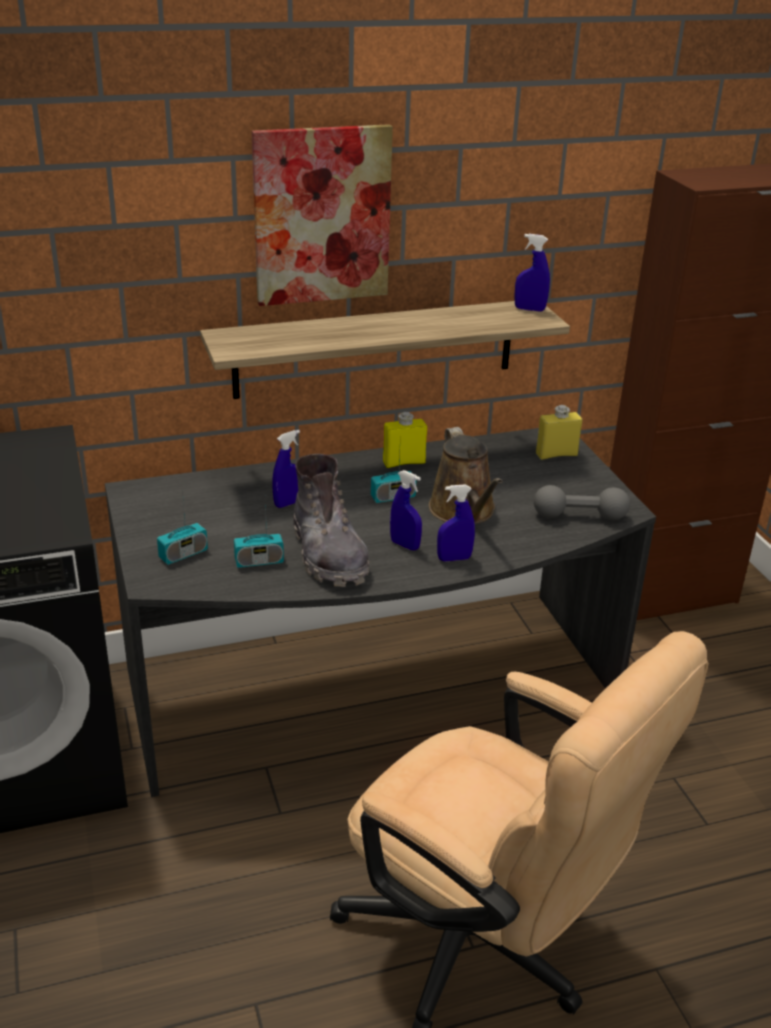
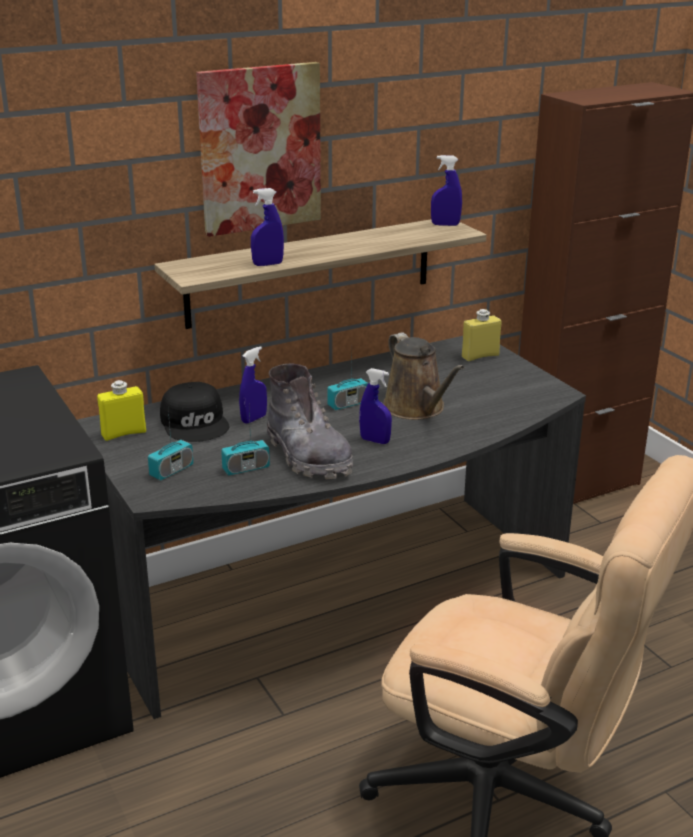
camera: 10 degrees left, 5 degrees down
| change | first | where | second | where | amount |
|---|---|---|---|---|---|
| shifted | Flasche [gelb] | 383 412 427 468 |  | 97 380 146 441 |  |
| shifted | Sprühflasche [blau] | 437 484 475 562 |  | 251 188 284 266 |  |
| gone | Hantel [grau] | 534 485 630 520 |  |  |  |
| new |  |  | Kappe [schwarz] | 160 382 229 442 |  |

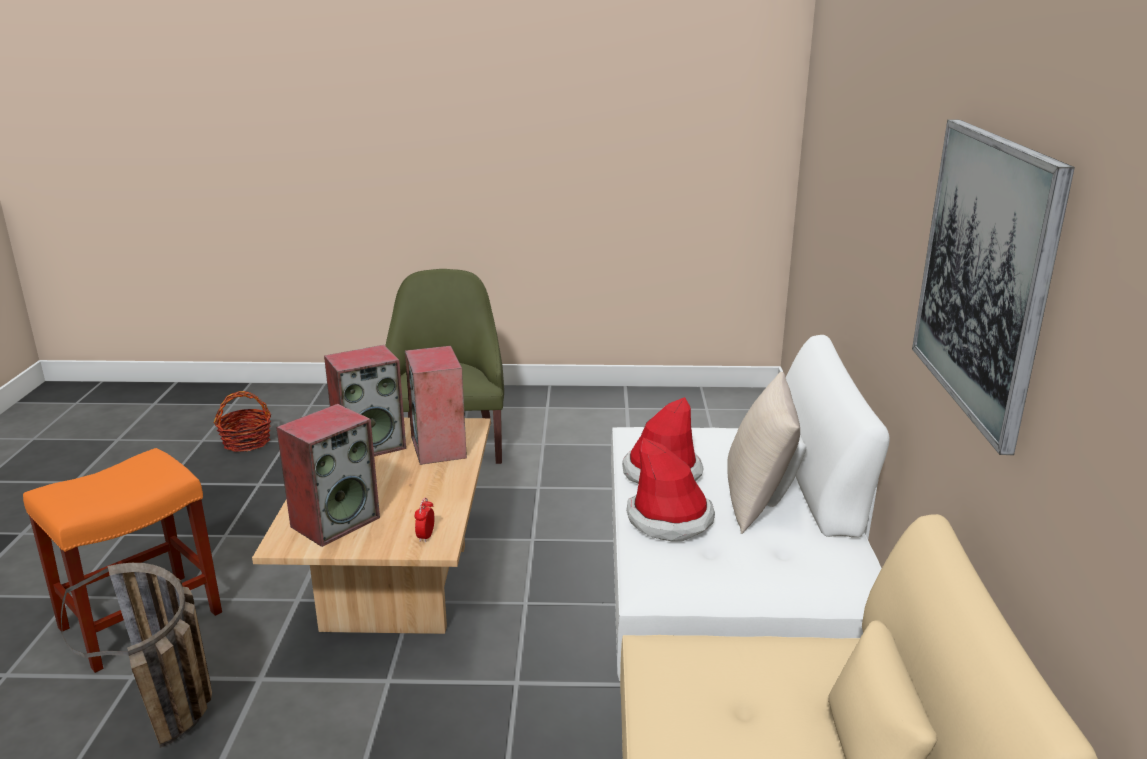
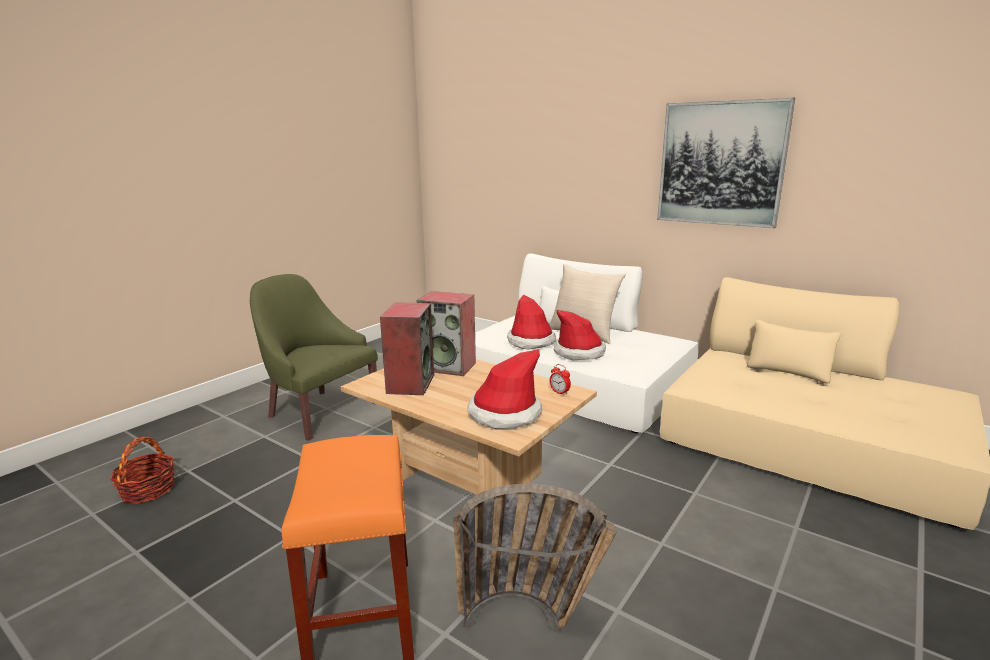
camera: 55 degrees left, 5 degrees down
| change | first | where | second | where | amount |
|---|---|---|---|---|---|
| swapped | Lautsprecher | 276 404 380 547 | Hut | 467 349 542 430 |  |

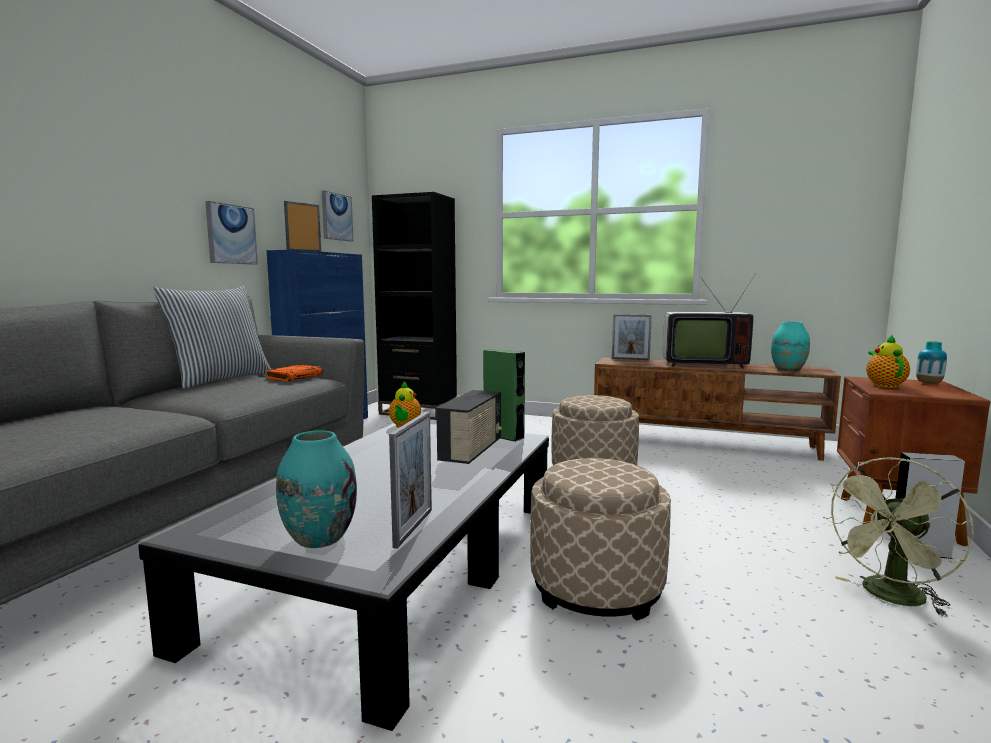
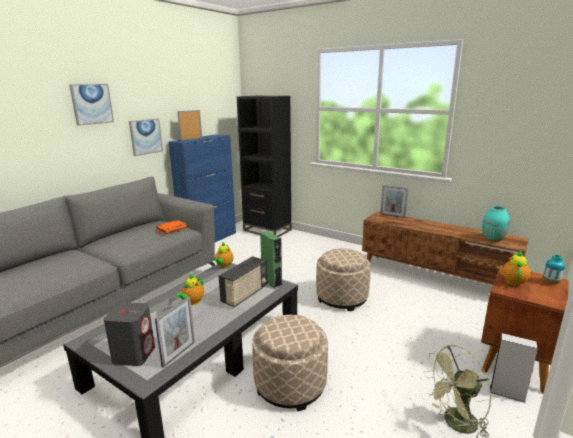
camera: 15 degrees right, 10 degrees up
| change | first | where | second | where | amount |
|---|---|---|---|---|---|
| shifted | Bild | 322 191 353 242 |  | 69 84 114 126 |  |
| gone | Fernseher | 663 273 756 368 |  |  |  |
| gone | Kissen | 152 286 271 389 |  |  |  |
| swapped | Vase [türkis] | 276 430 357 548 | Lautsprecher [grau] | 104 302 155 366 |  |
| new |  |  | Teekanne | 175 274 204 305 |  |

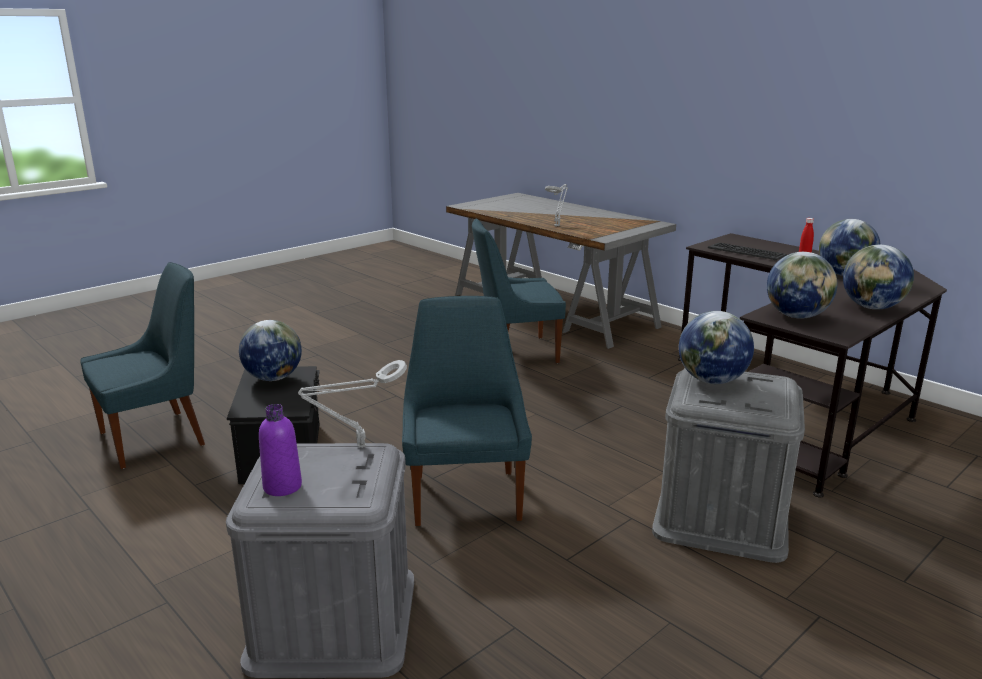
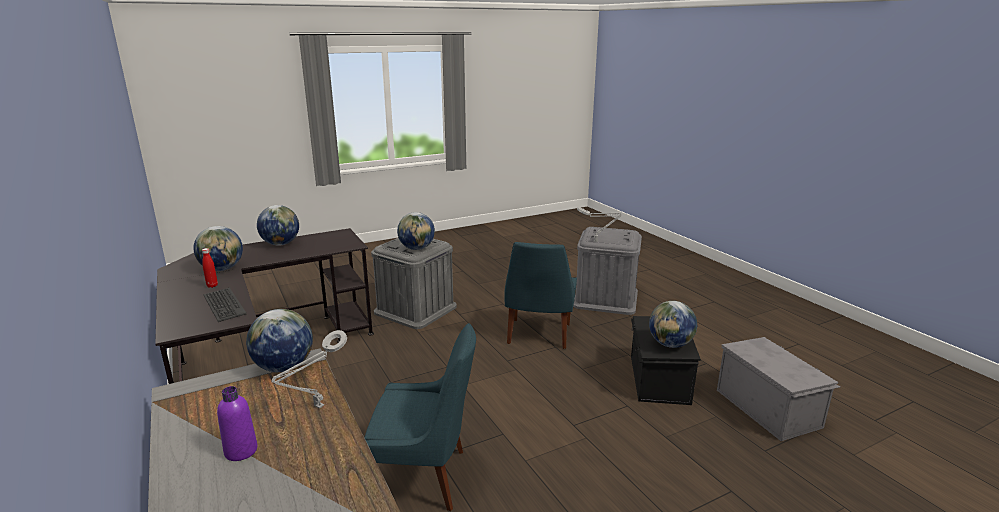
camera: 165 degrees left, 0 degrees up
| change | first | where | second | where | amount |
|---|---|---|---|---|---|
| shifted | Globus | 767 252 837 319 |  | 246 309 313 372 |  |
| swapped | Stuhl [blau] | 80 262 205 469 | Aufbewahrungsbox [grau] | 717 337 840 441 |  |
| shifted | Flasche [lila] | 259 404 302 496 |  | 217 386 258 461 |  |

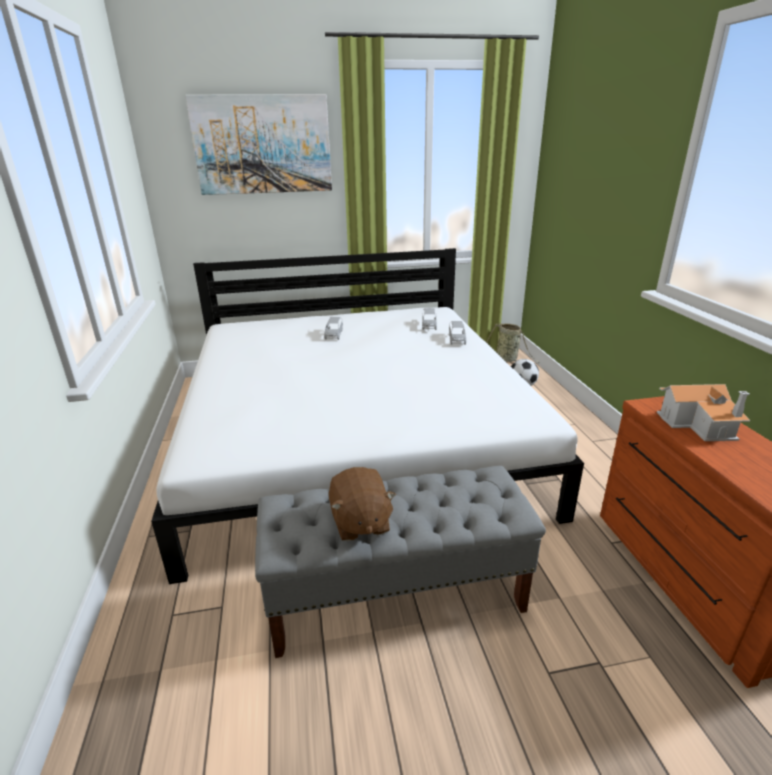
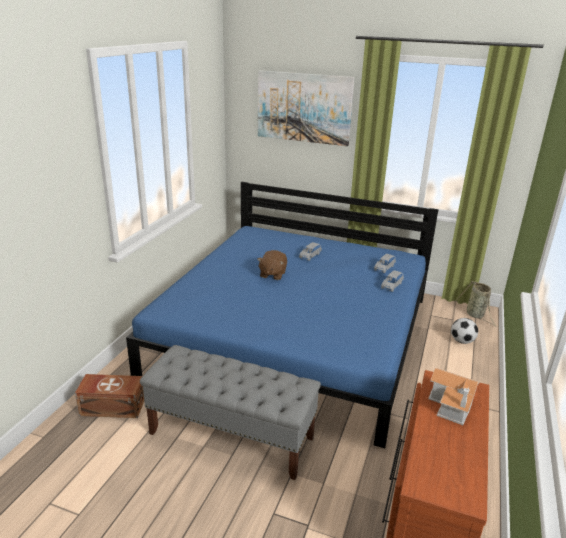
camera: 30 degrees right, 0 degrees up
| change | first | where | second | where | amount |
|---|---|---|---|---|---|
| repainted | Bett [weiß] | 151 248 584 584 | Bett [blau] | 126 182 439 448 |  |
| shifted | Plüschtier [braun] | 329 467 396 541 |  | 258 250 287 280 |  |
| new |  |  | Aufbewahrungsbox [braun] | 75 374 144 418 |  |

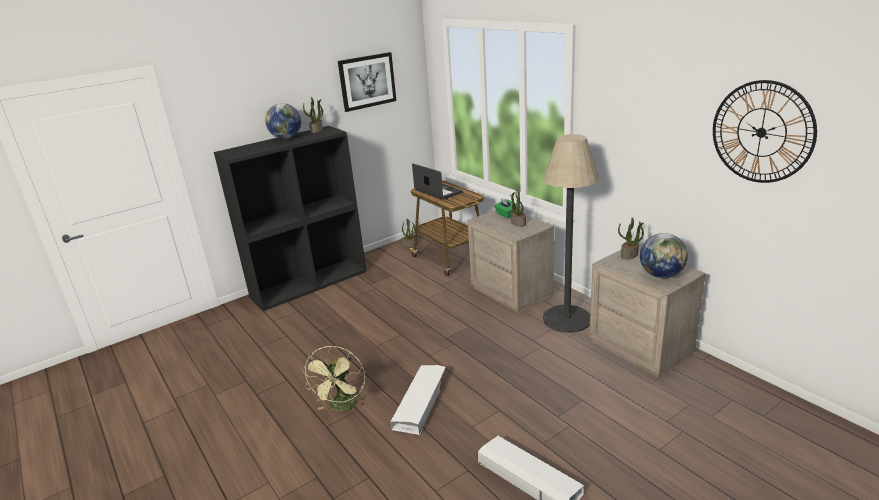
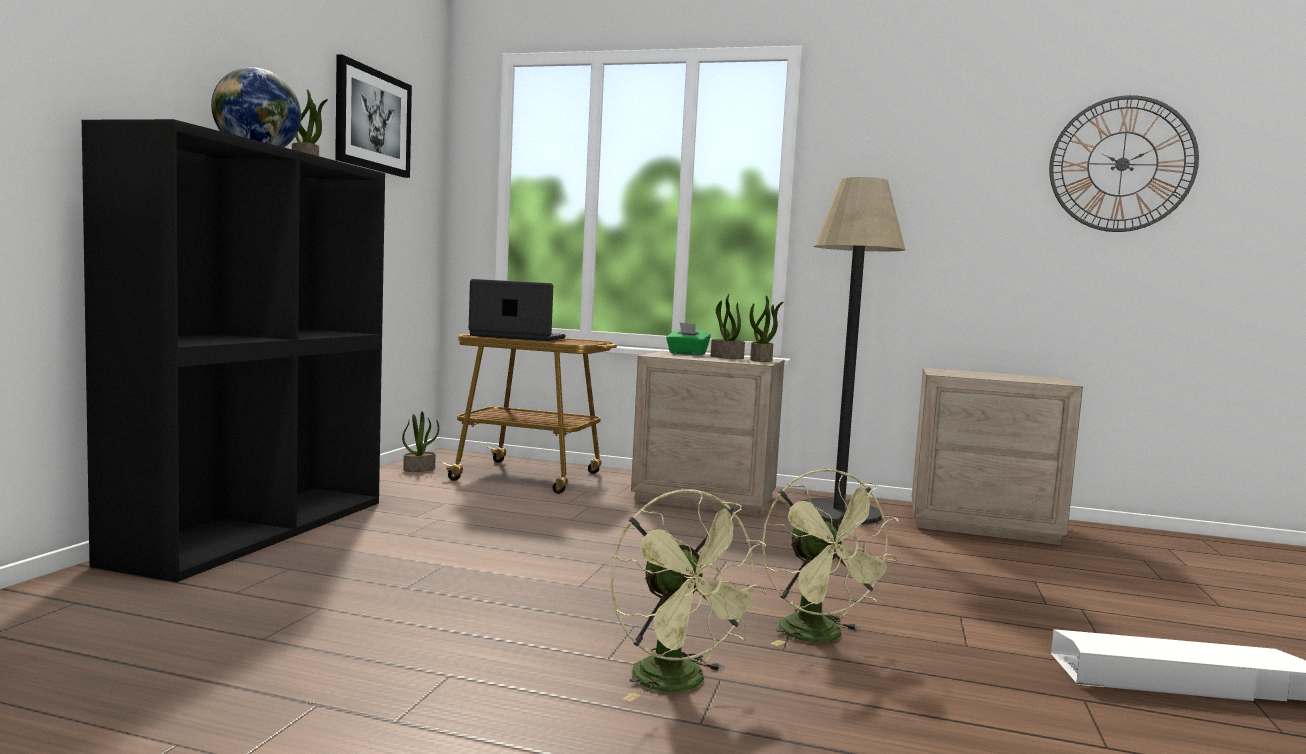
camera: 40 degrees left, 20 degrees down
| change | first | where | second | where | amount |
|---|---|---|---|---|---|
| shifted | Topfpflanze | 618 217 644 259 |  | 750 295 783 362 |  |
| gone | Globus | 640 233 688 278 |  |  |  |
| swapped | Aufbewahrungsbox [weiß] | 391 365 446 435 | Ventilator [grün] | 762 468 899 646 |  |

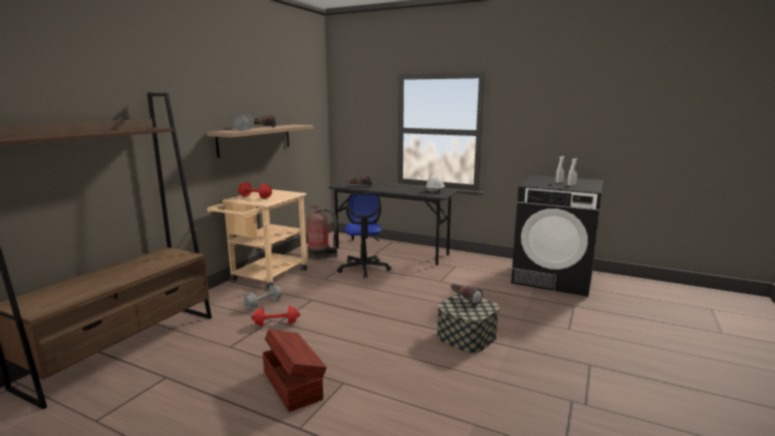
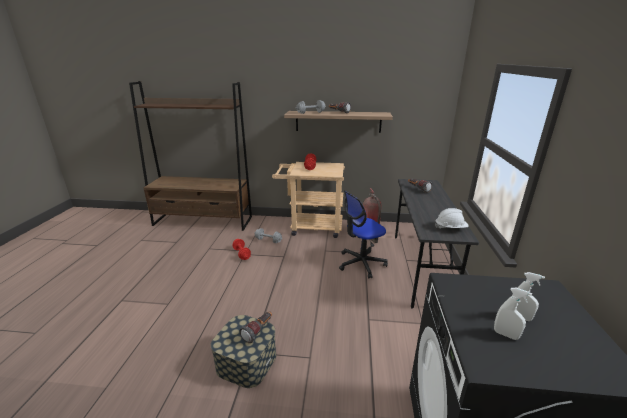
camera: 70 degrees right, 10 degrees up
| change | first | where | second | where | amount |
|---|---|---|---|---|---|
| gone | Aufbewahrungsbox [braun] | 262 329 327 412 |  |  |  |

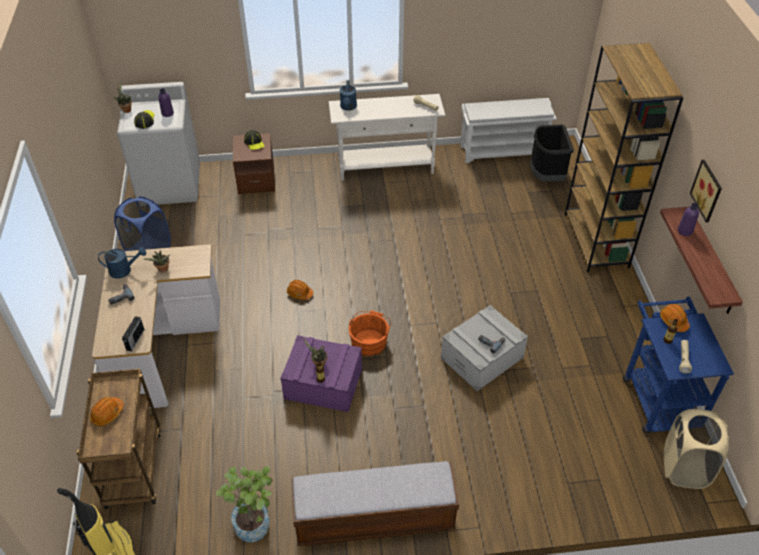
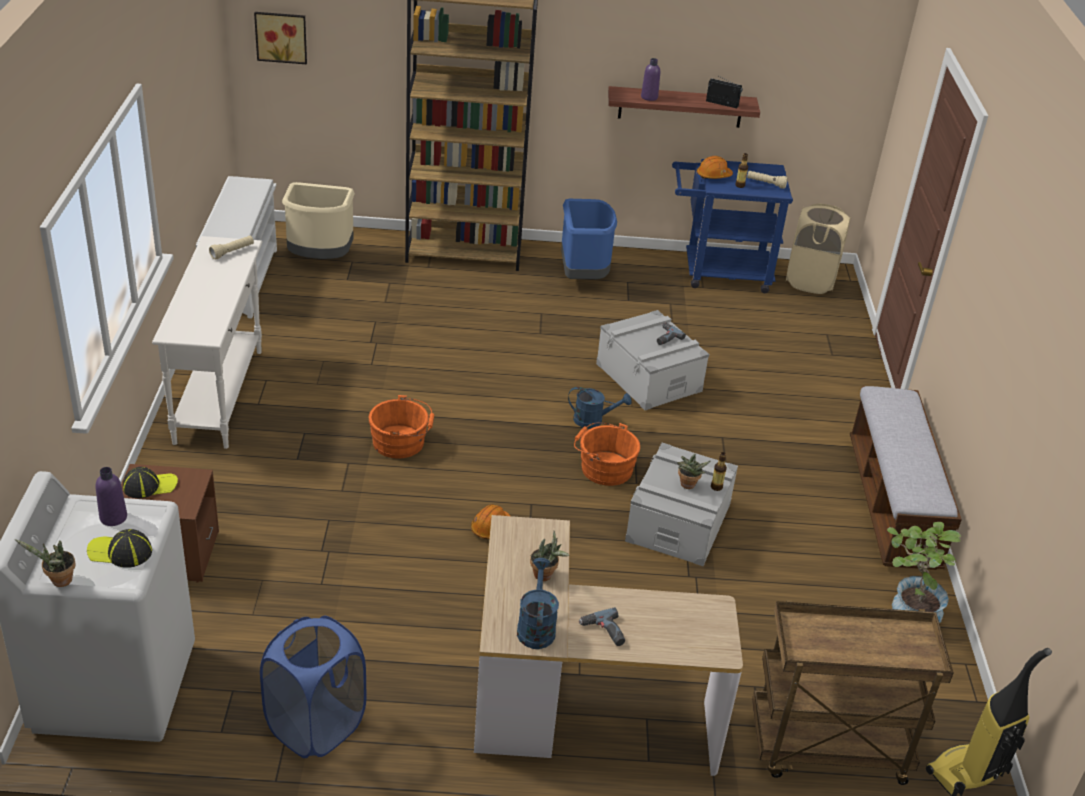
camera: 85 degrees left, 10 degrees down
| change | first | where | second | where | amount |
|---|---|---|---|---|---|
| shifted | Gießkanne [blau] | 340 80 357 111 |  | 568 387 632 428 |  |
| repainted | Mülleimer [schwarz] | 530 125 574 181 | Mülleimer [beige] | 282 182 355 259 |  |
| shifted | Bild | 690 160 722 222 |  | 254 12 307 64 |  |
| shifted | Radio | 122 316 145 351 |  | 706 74 743 108 |  |
| repainted | Aufbewahrungsbox [lila] | 280 335 362 412 | Aufbewahrungsbox [grau] | 625 443 738 566 |  |
| gone | Schutzhelm [orange] | 90 397 124 426 |  |  |  |
| new |  |  | Mülleimer [blau] | 561 199 617 279 |  |
| new |  |  | Eimer [orange] | 368 395 434 459 |  |

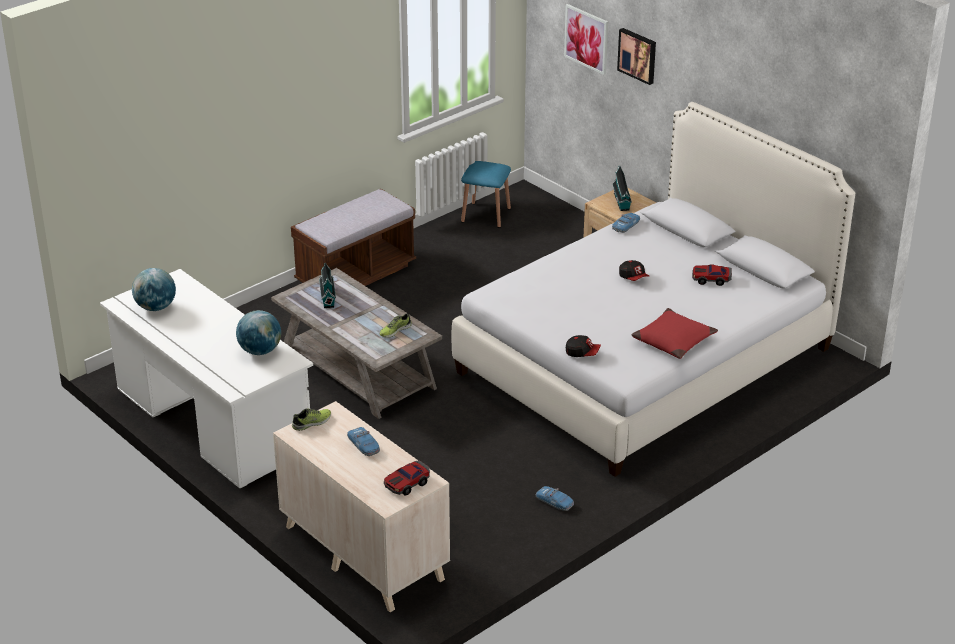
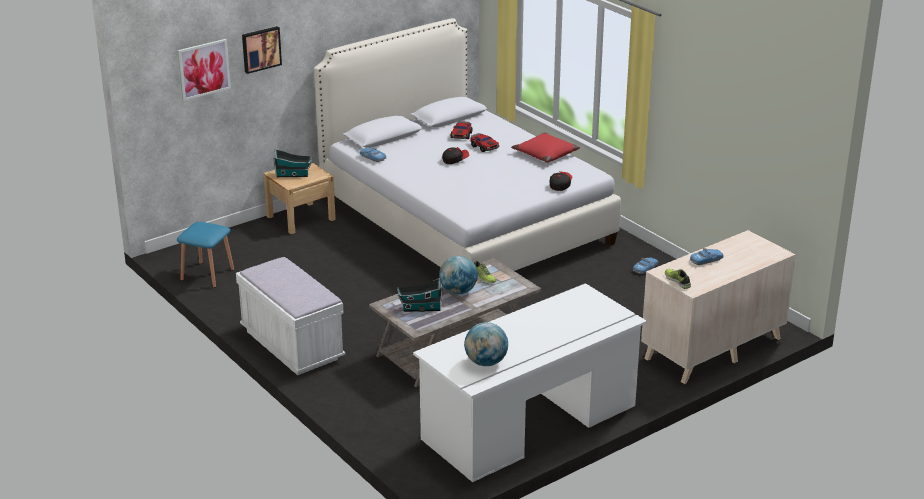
camera: 85 degrees left, 5 degrees down
| change | first | where | second | where | amount |
|---|---|---|---|---|---|
| repainted | Bank [braun] | 291 189 416 286 | Bank [weiß] | 236 257 345 375 |  |
| shifted | Globus | 236 310 281 355 |  | 439 256 478 294 |  |
| shifted | Spielzeugauto | 384 460 430 496 |  | 471 133 499 152 |  |

